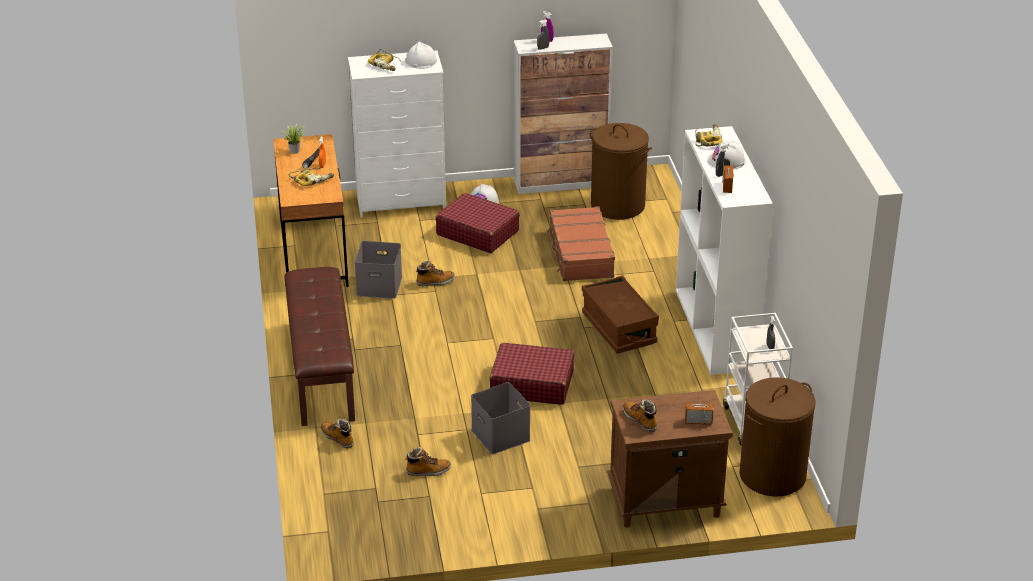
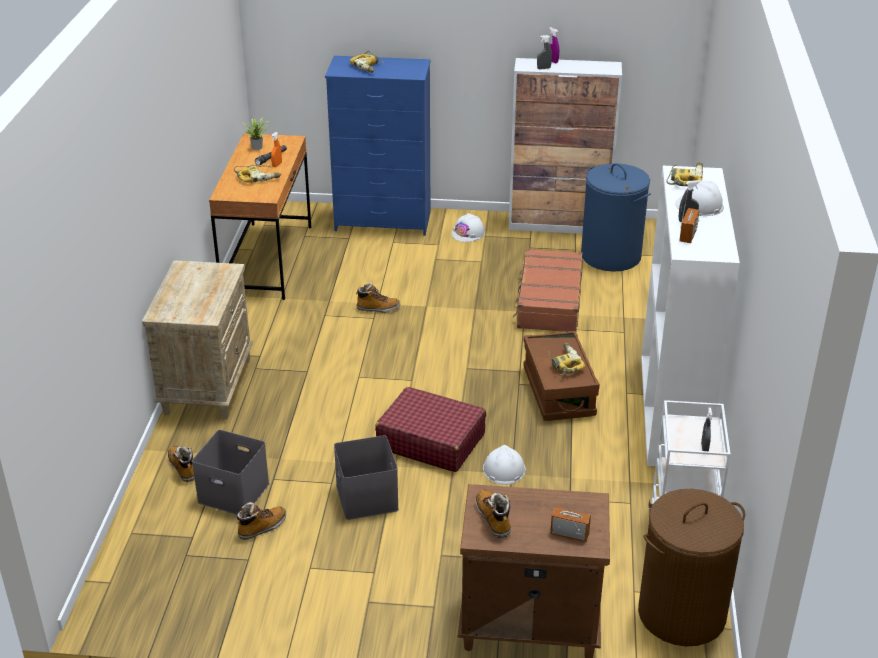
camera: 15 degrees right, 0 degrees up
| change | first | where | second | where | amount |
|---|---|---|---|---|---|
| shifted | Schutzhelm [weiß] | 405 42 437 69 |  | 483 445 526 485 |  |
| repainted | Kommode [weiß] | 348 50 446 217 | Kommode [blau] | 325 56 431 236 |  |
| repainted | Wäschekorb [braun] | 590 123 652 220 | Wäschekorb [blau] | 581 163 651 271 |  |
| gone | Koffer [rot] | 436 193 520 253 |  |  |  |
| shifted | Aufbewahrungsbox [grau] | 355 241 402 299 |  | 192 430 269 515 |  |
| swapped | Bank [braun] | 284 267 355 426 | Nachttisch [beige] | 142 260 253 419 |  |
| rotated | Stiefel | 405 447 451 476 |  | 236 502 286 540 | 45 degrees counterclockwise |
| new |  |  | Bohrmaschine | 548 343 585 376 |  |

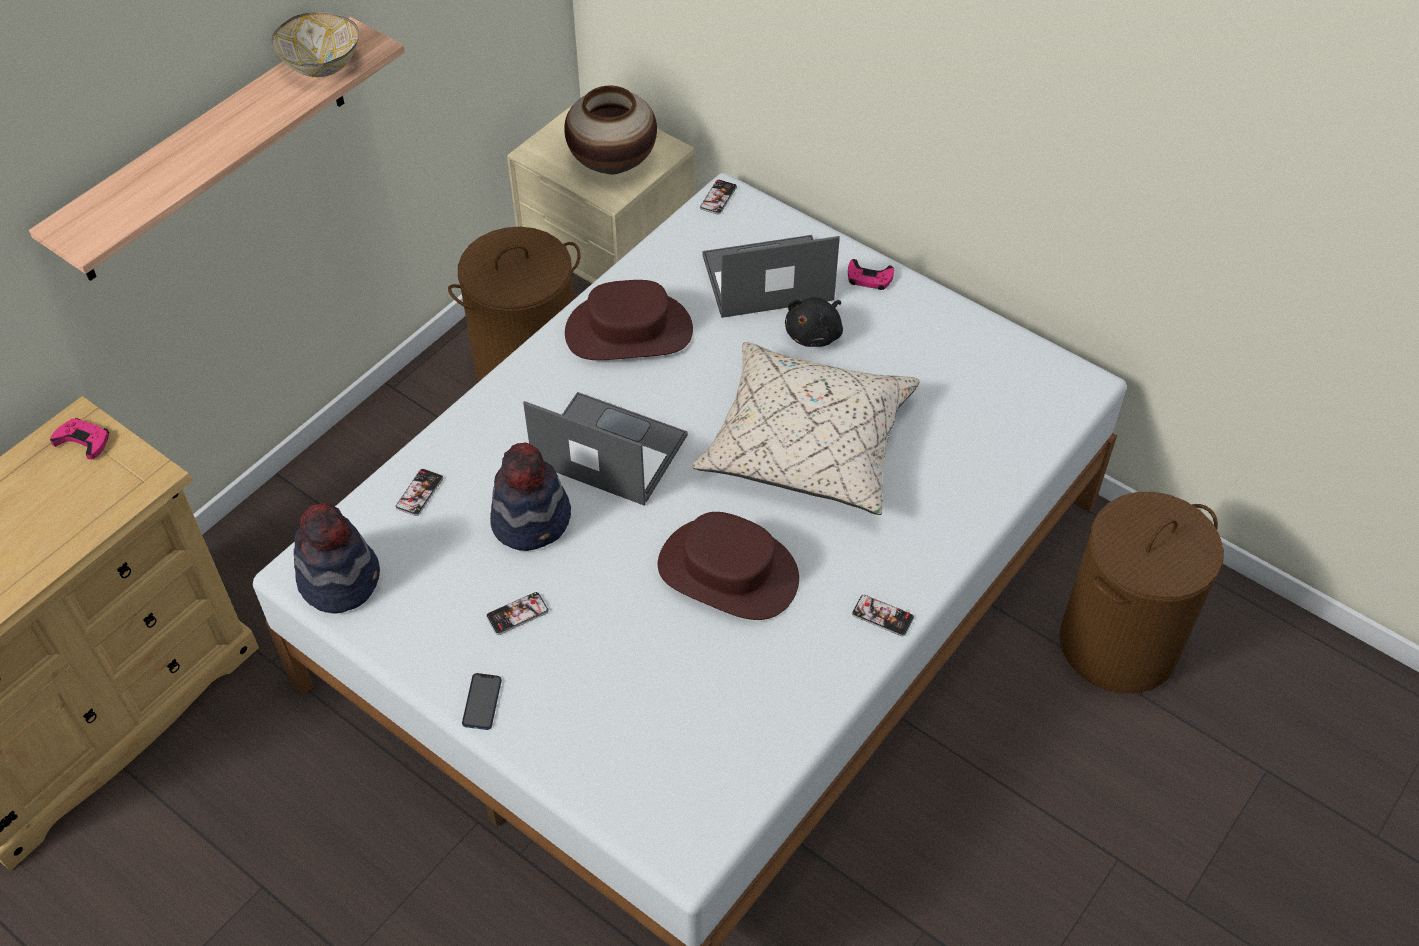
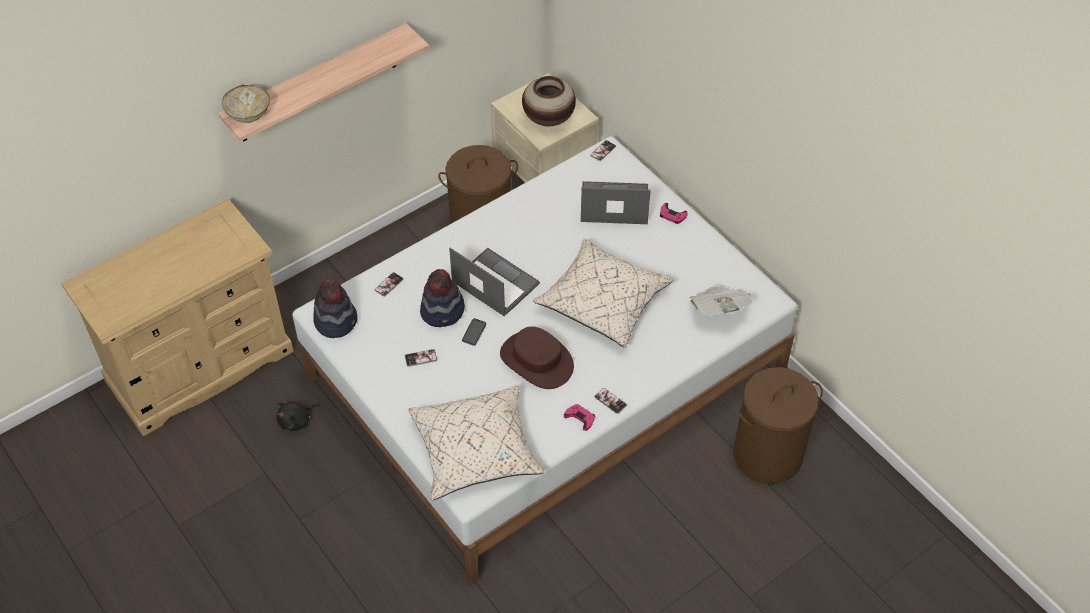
camera: 15 degrees right, 0 degrees up
| change | first | where | second | where | amount |
|---|---|---|---|---|---|
| shifted | Schüssel | 272 12 359 77 |  | 222 85 270 123 |  |
| gone | Hut [braun] | 565 280 693 360 |  |  |  |
| shifted | Plüschtier [schwarz] | 785 297 843 347 |  | 276 402 318 431 |  |
| shifted | Gamepad [rosa] | 50 418 109 459 |  | 564 404 595 431 |  |
| shifted | Handy | 462 673 502 730 |  | 462 318 486 346 |  |
| new |  |  | Zeitung | 689 284 753 316 |  |
| new |  |  | Kissen [beige] | 408 386 544 500 |  |

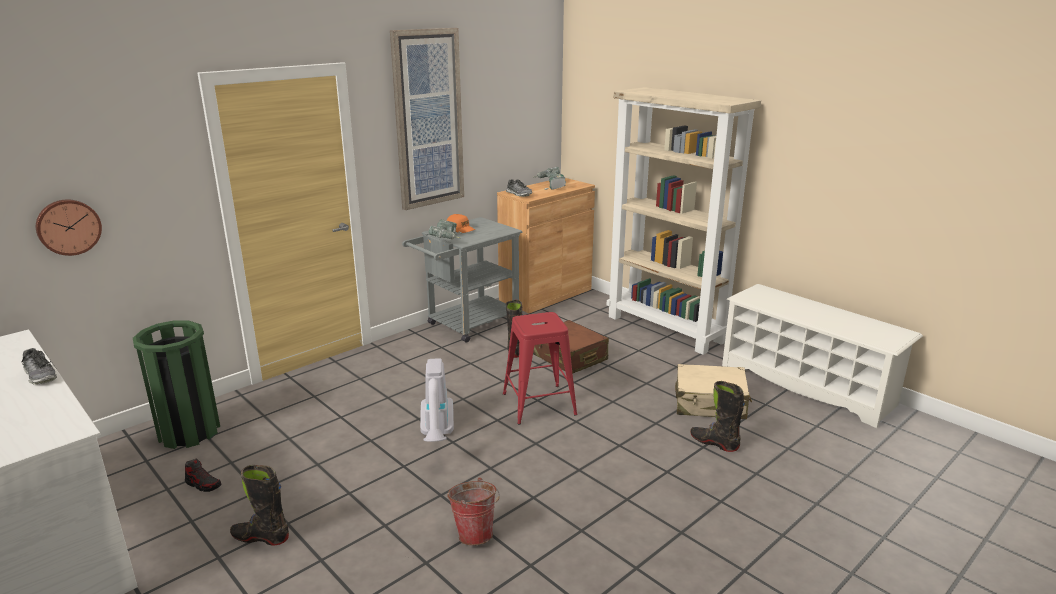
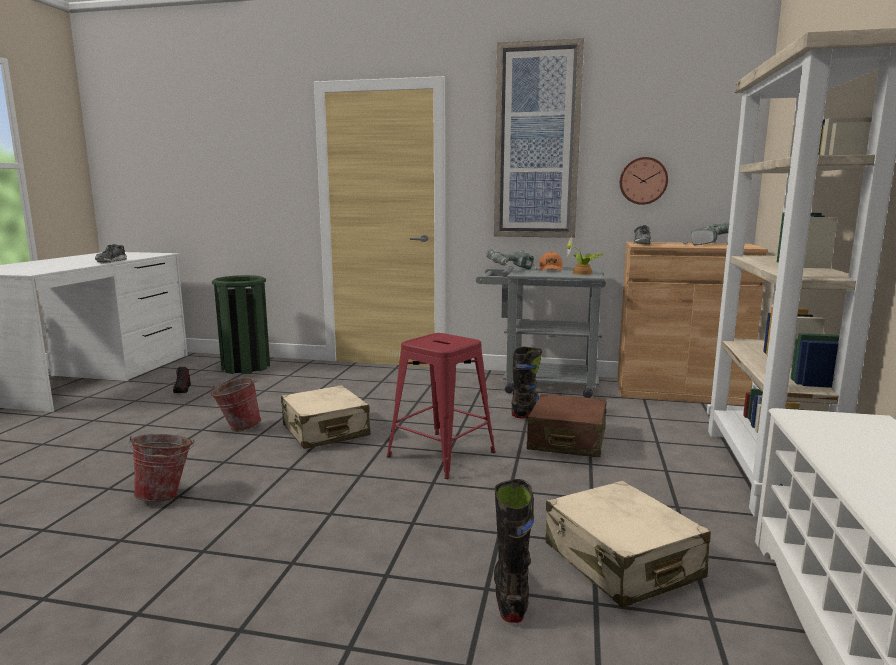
camera: 55 degrees right, 10 degrees down
| change | first | where | second | where | amount |
|---|---|---|---|---|---|
| shifted | Wanduhr | 36 200 102 256 |  | 620 157 668 205 |  |
| swapped | Staubsauger | 420 358 454 442 | Koffer [beige] | 281 385 371 449 |  |
| gone | Stiefel [schwarz] | 230 465 289 545 |  |  |  |
| new |  |  | Topfpflanze | 567 235 603 275 |  |
| new |  |  | Eimer | 211 377 261 432 |  |

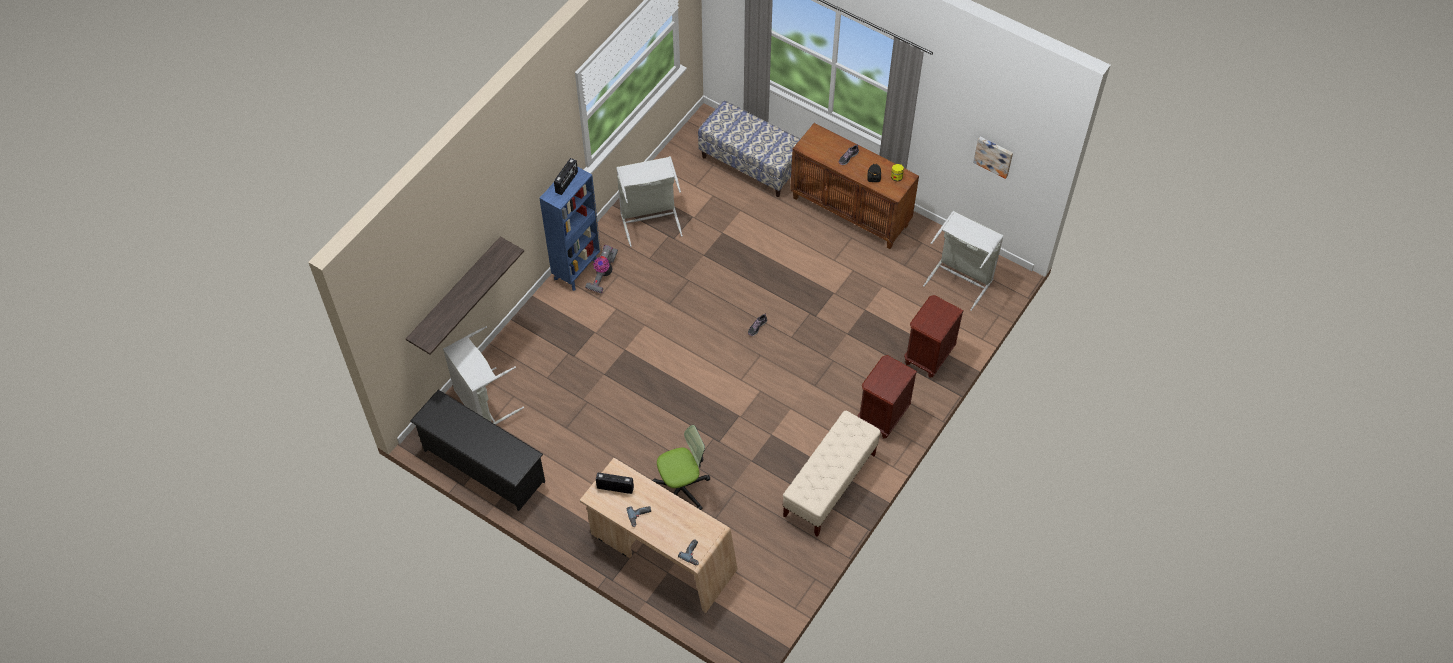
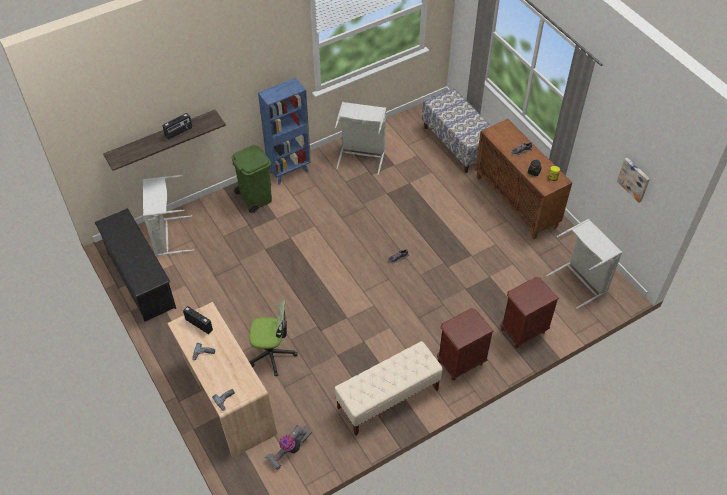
camera: 25 degrees right, 5 degrees down
| change | first | where | second | where | amount |
|---|---|---|---|---|---|
| shifted | Radio | 554 158 578 195 |  | 163 113 192 140 |  |
| shifted | Staubsauger | 585 245 618 294 |  | 265 425 312 470 |  |
| new |  |  | Mülleimer [grün] | 232 145 272 213 |  |

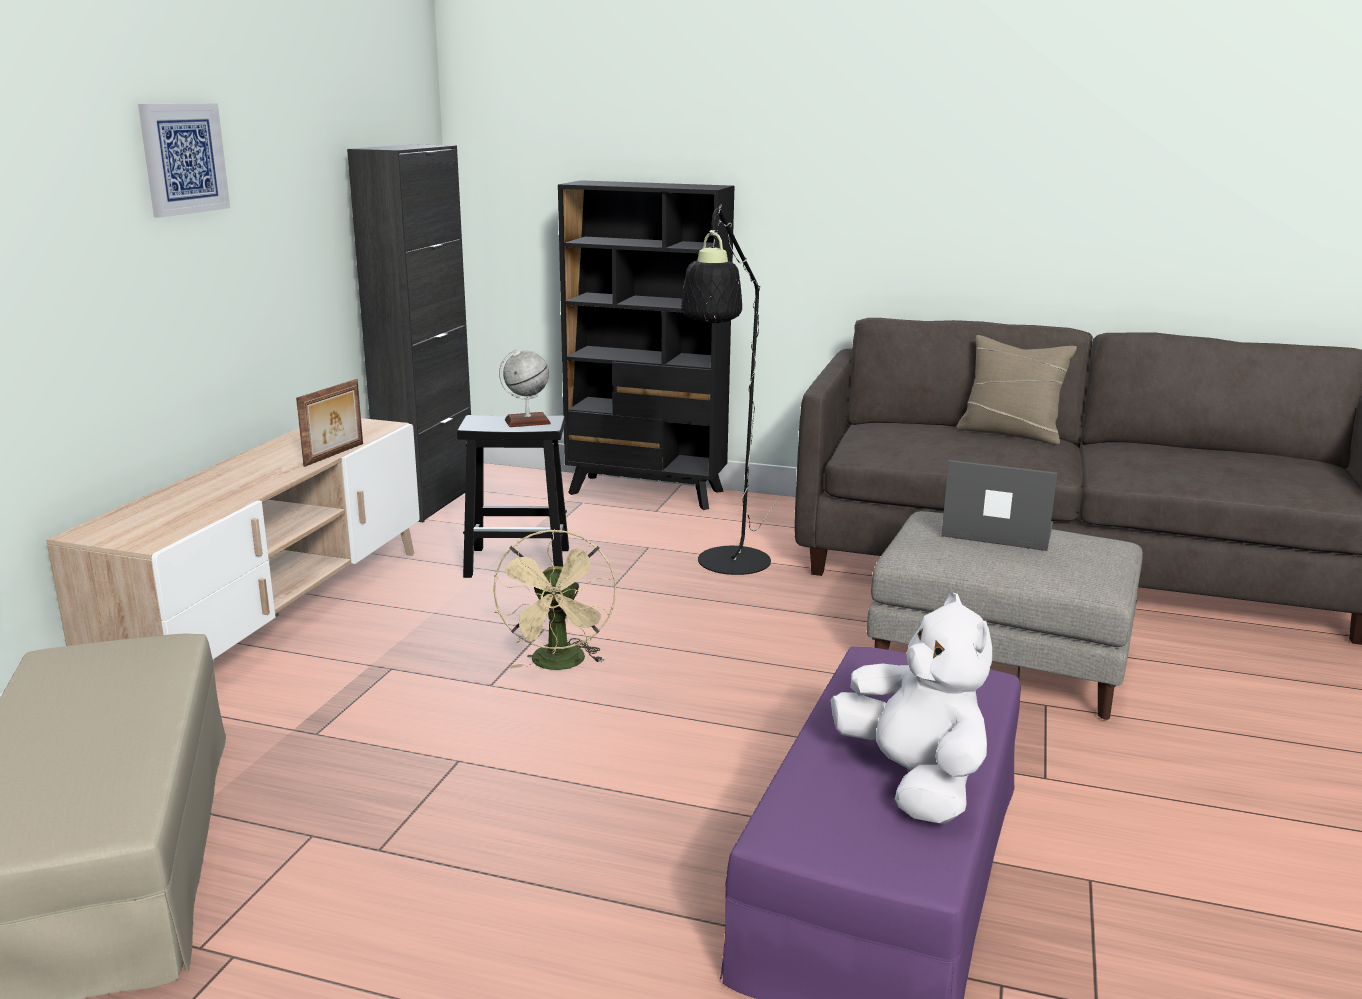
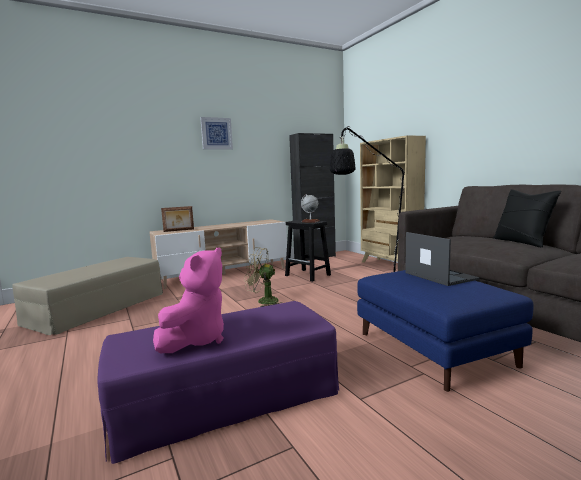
camera: 45 degrees right, 10 degrees down
| change | first | where | second | where | amount |
|---|---|---|---|---|---|
| repainted | Bücherregal [schwarz] | 558 180 734 510 | Bücherregal [beige] | 360 135 426 263 |  |
| repainted | Kissen [beige] | 956 335 1077 444 | Kissen [schwarz] | 493 189 561 247 |  |
| shifted | Bilderrahmen | 296 379 363 467 |  | 161 206 194 232 |  |
| repainted | Polsterhocker [grau] | 867 511 1143 720 | Polsterhocker [blau] | 357 270 533 392 |  |
| rotated | Ventilator [beige] | 493 529 616 670 |  | 244 247 281 307 | 60 degrees clockwise |
| repainted | Plüschtier [weiß] | 831 592 992 824 | Plüschtier [rosa] | 153 247 224 353 |  |

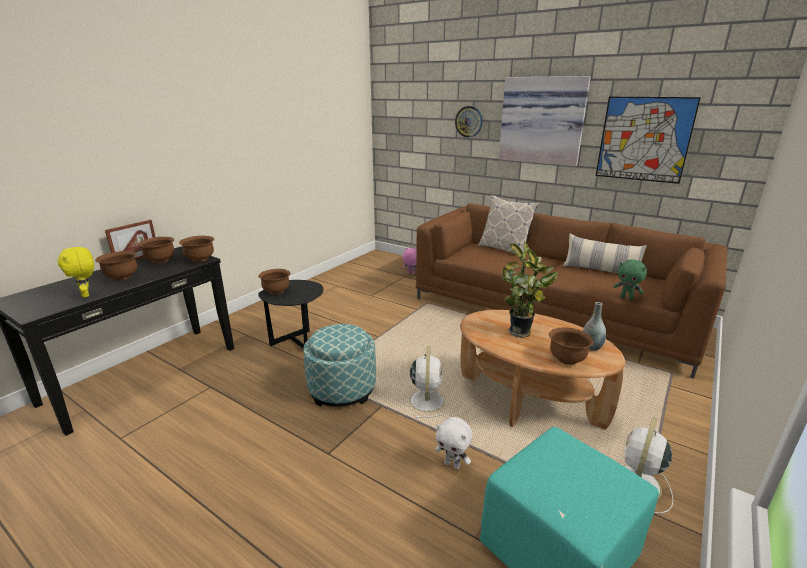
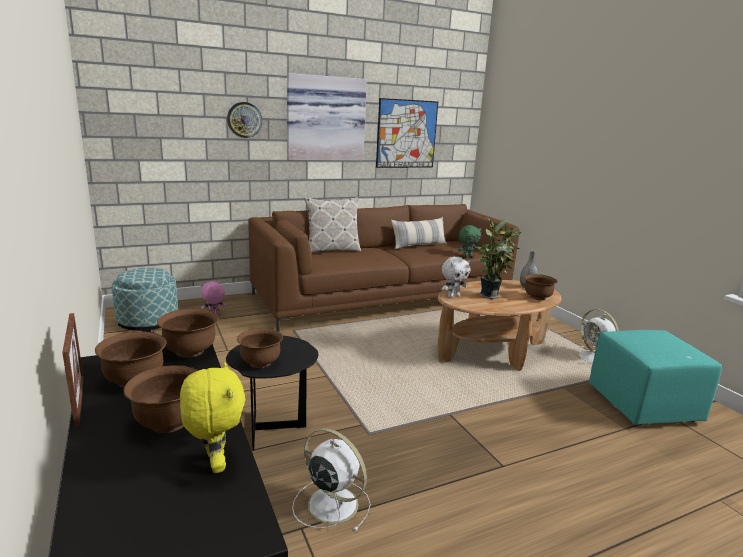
camera: 60 degrees left, 5 degrees down
| change | first | where | second | where | amount |
|---|---|---|---|---|---|
| rotated | Plüschtier [gelb] | 58 247 94 297 |  | 180 362 245 473 | 105 degrees counterclockwise |
| shifted | Polsterhocker | 303 324 376 407 |  | 112 268 178 332 |  |
| shifted | Ventilator [weiß] | 402 346 451 418 |  | 292 428 371 531 |  |
| shifted | Plüschtier [weiß] | 435 417 473 469 |  | 442 257 470 298 |  |

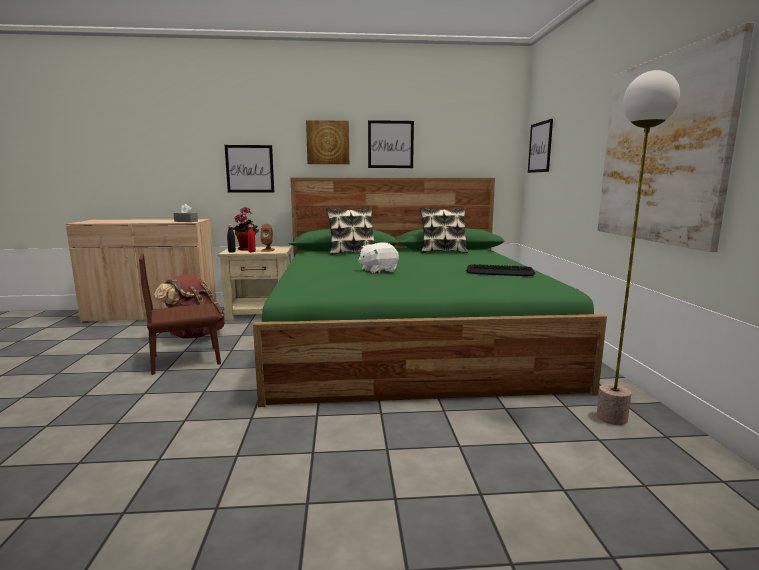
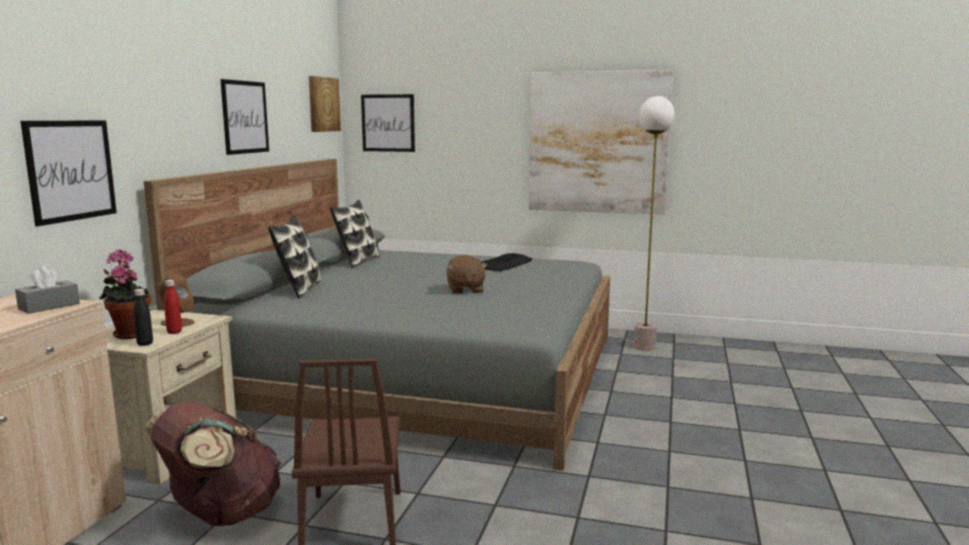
camera: 70 degrees left, 0 degrees up
| change | first | where | second | where | amount |
|---|---|---|---|---|---|
| shifted | Bild | 306 120 349 164 |  | 309 76 341 132 |  |
| repainted | Bett [grün] | 253 177 607 407 | Bett [grau] | 144 159 610 471 |  |
| repainted | Plüschtier [weiß] | 358 242 399 274 | Plüschtier [braun] | 447 255 488 294 |  |

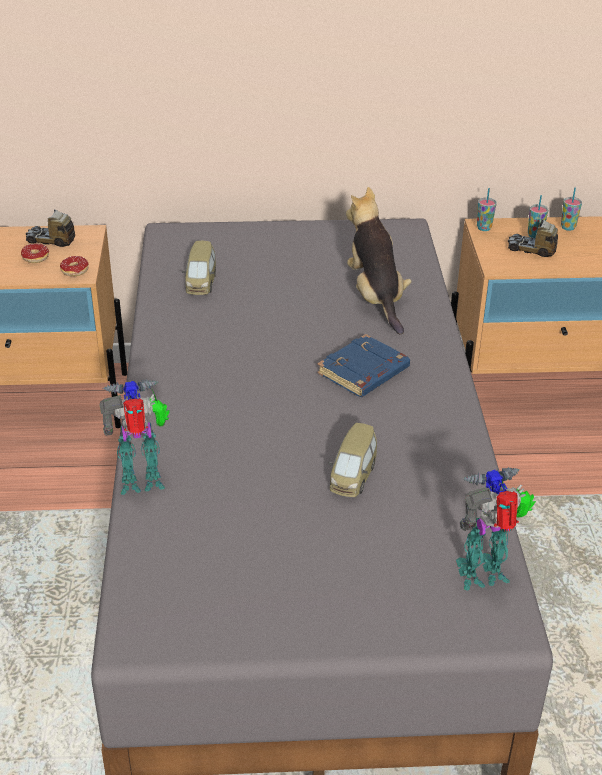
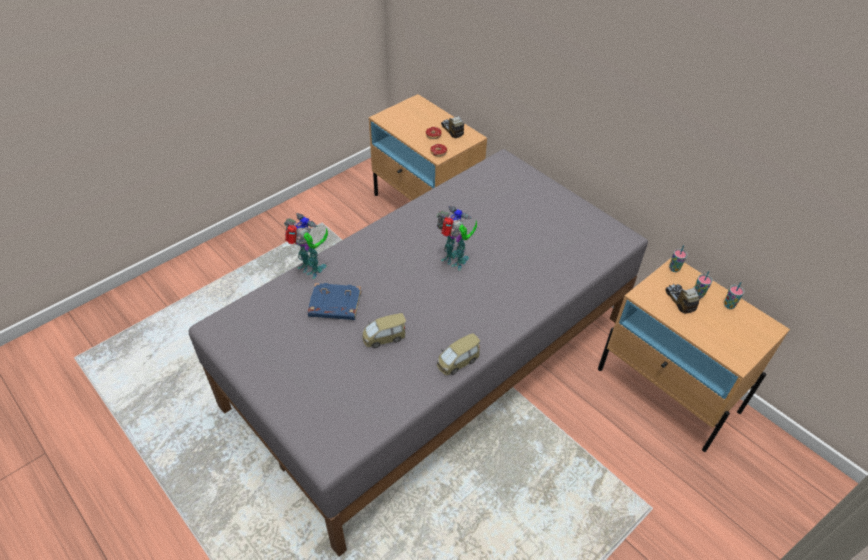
camera: 50 degrees right, 10 degrees up
| change | first | where | second | where | amount |
|---|---|---|---|---|---|
| gone | Plüschtier | 346 187 412 335 |  |  |  |
| shifted | Spielzeugauto | 182 241 216 295 |  | 437 333 480 375 |  |
| shifted | Buch [blau] | 317 334 410 397 |  | 308 283 361 320 |  |
| shifted | Spielzeugroboter | 456 467 536 591 |  | 437 206 477 270 |  |

